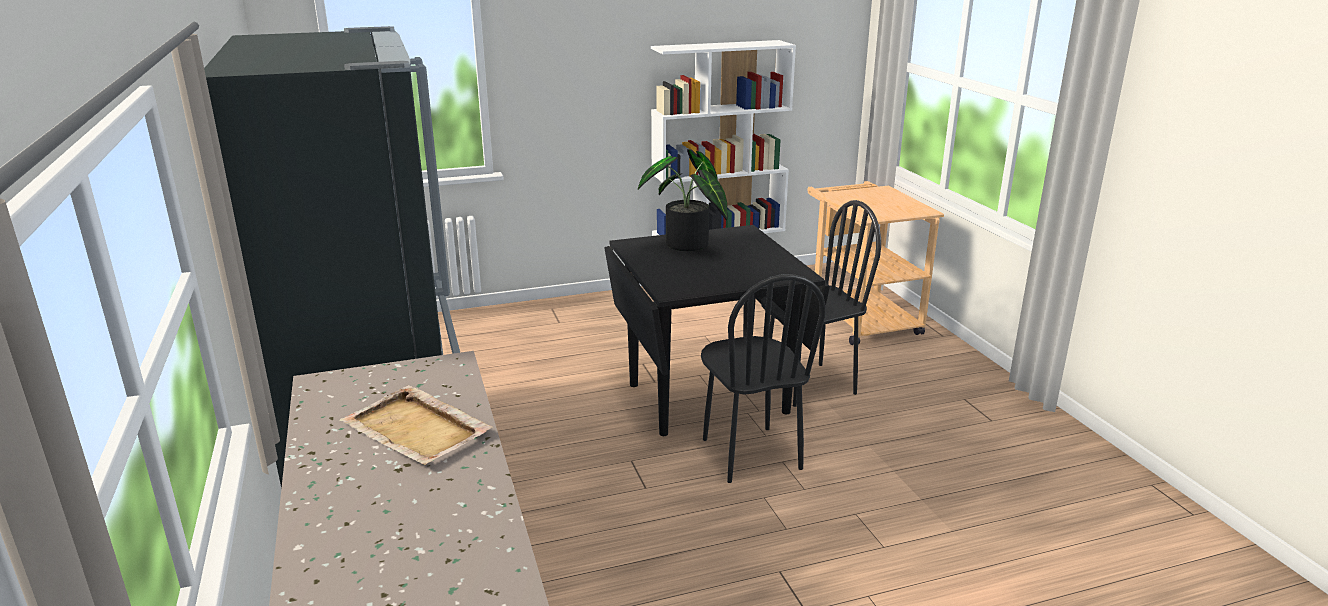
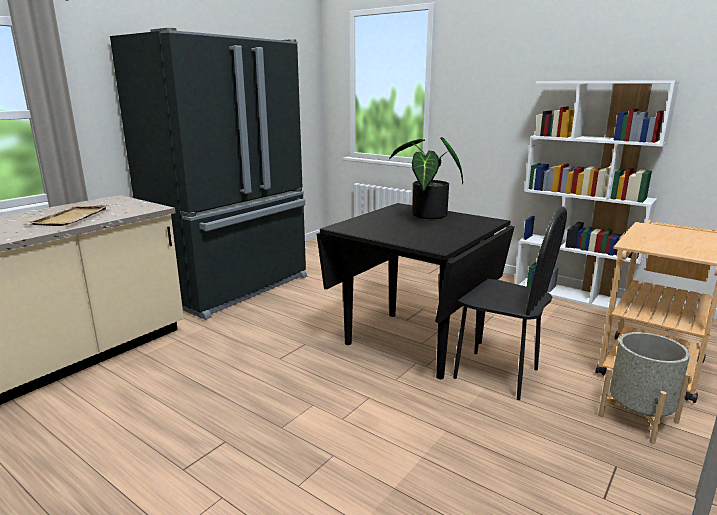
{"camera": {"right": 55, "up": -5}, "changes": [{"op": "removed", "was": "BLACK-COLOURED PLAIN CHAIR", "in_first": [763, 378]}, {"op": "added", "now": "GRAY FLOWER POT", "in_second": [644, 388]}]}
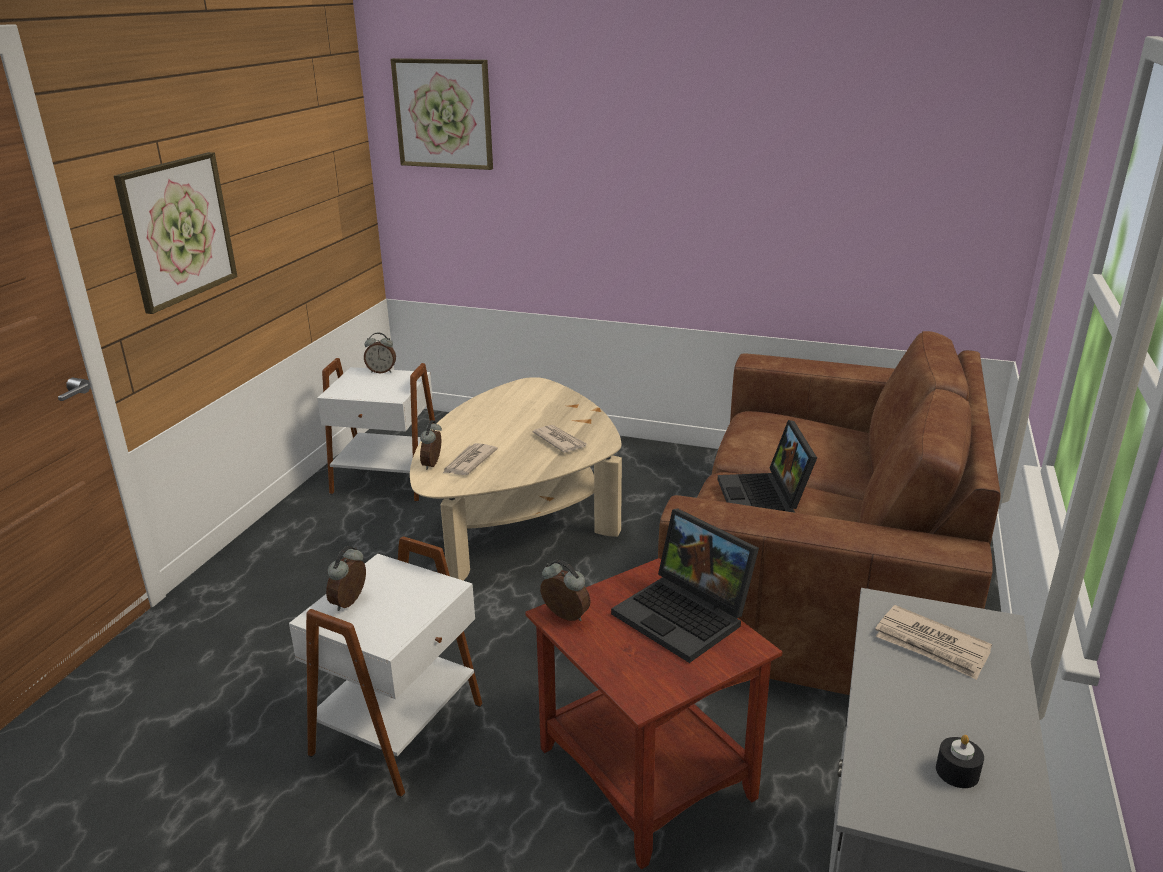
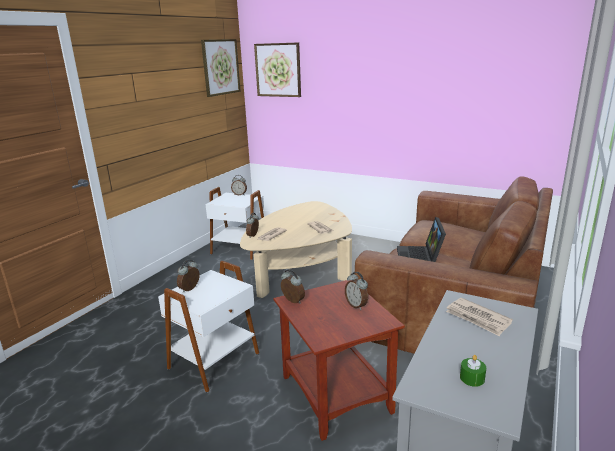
{"camera": {"right": 10, "up": -5}, "changes": [{"op": "moved", "was": "WALL PICTURE", "in_first": [175, 233], "in_second": [221, 68]}, {"op": "replaced", "was": "LAPTOP", "now": "TABLE CLOCK", "in_first": [685, 585], "in_second": [356, 291]}, {"op": "recoloured", "was": "BLACK-COLOURED WAX LIGHT", "now": "GREEN-COLOURED WAX LIGHT", "in_first": [960, 761], "in_second": [473, 371]}]}
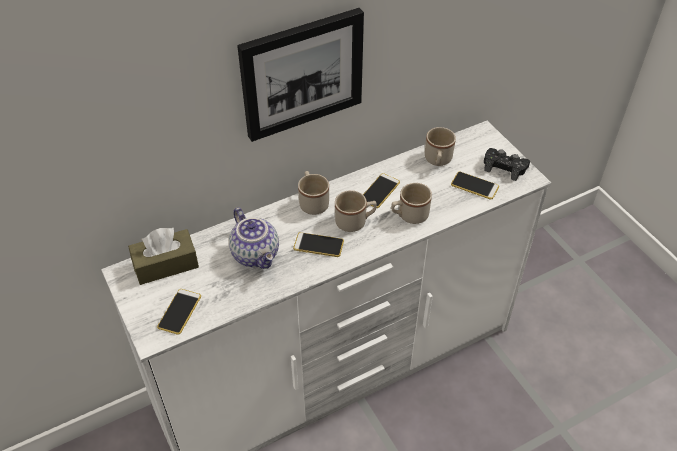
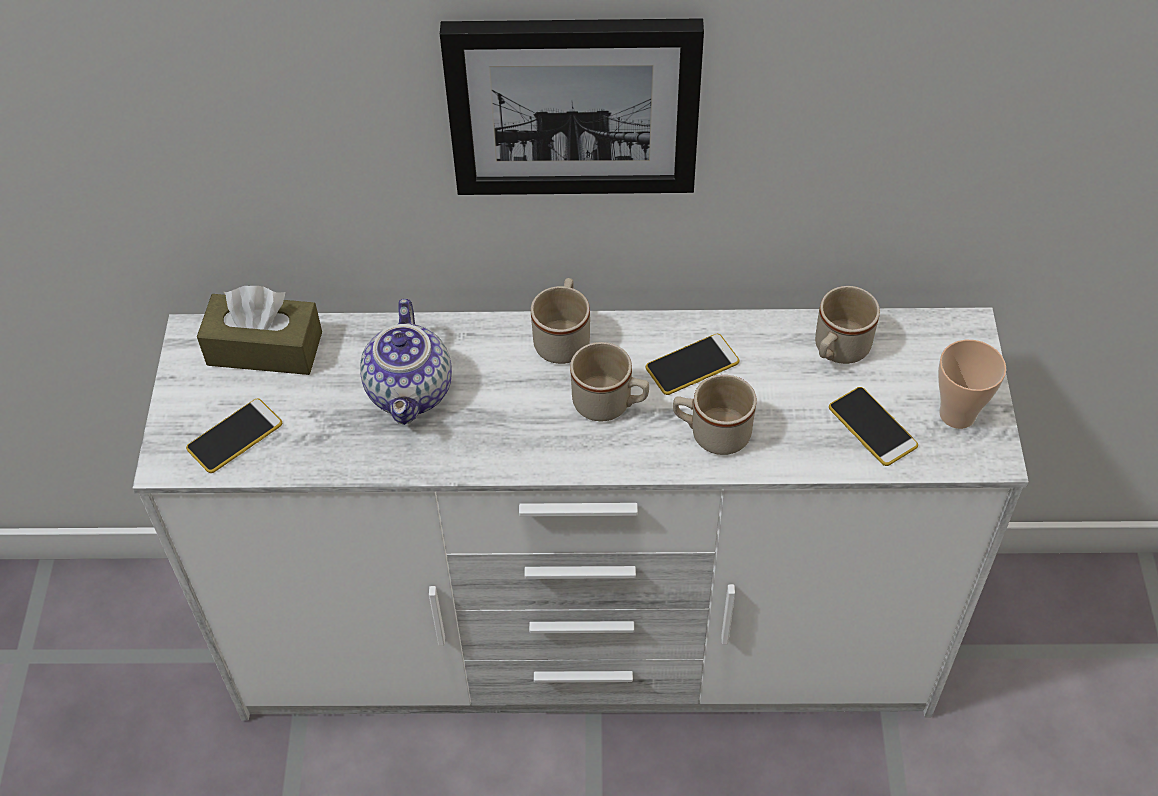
{"camera": {"right": 30, "up": 5}, "changes": [{"op": "replaced", "was": "BLACK-COLOURED JOYPAD", "now": "DRINKING CUP", "in_first": [507, 164], "in_second": [972, 384]}, {"op": "removed", "was": "PHONE", "in_first": [318, 244]}]}
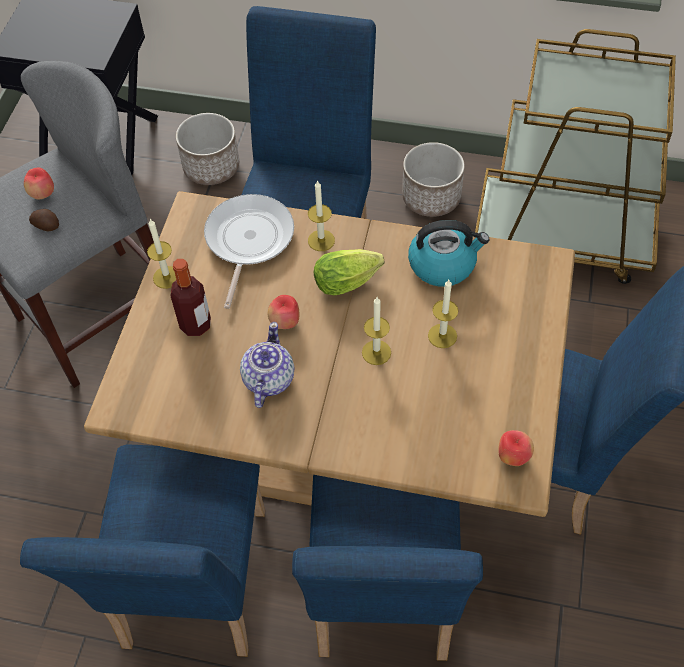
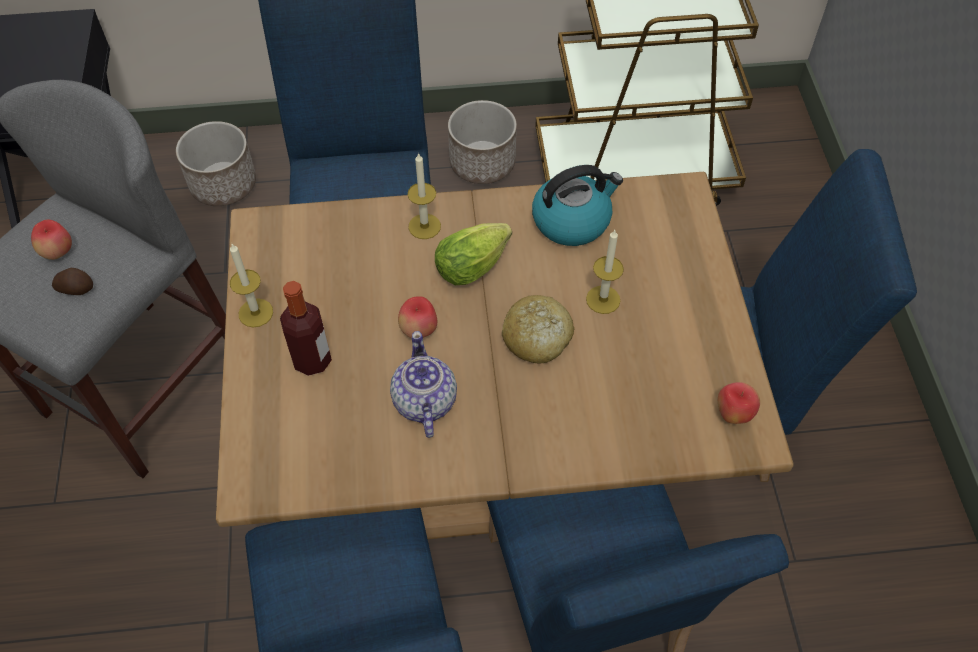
{"camera": {"right": -20, "up": 0}, "changes": [{"op": "removed", "was": "PAN", "in_first": [249, 251]}, {"op": "replaced", "was": "WAX LIGHT", "now": "BREAD", "in_first": [376, 331], "in_second": [538, 329]}]}
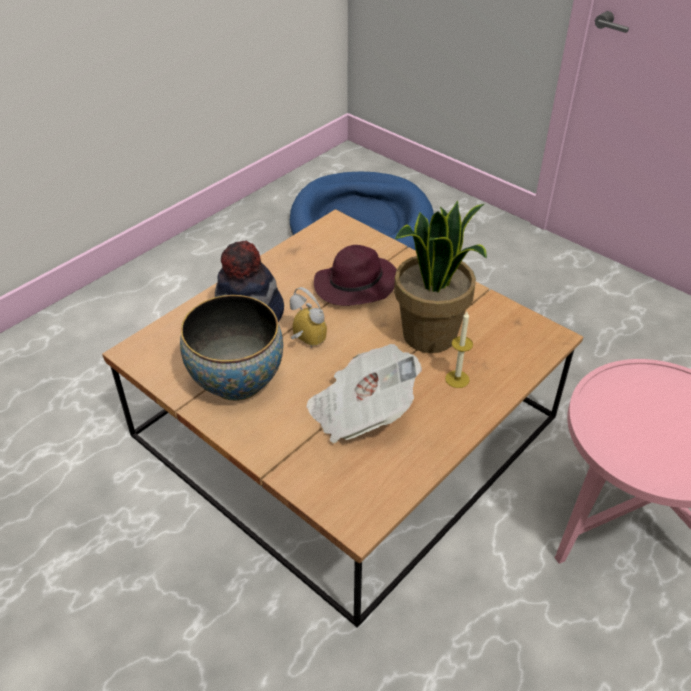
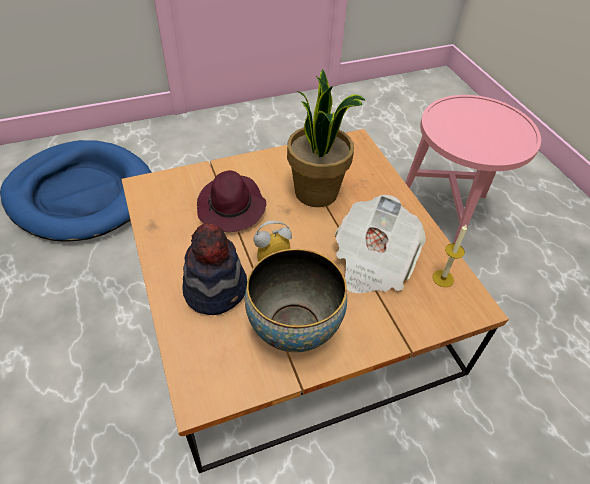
{"camera": {"right": -65, "up": 5}, "changes": [{"op": "moved", "was": "WAX LIGHT", "in_first": [459, 350], "in_second": [449, 256]}]}
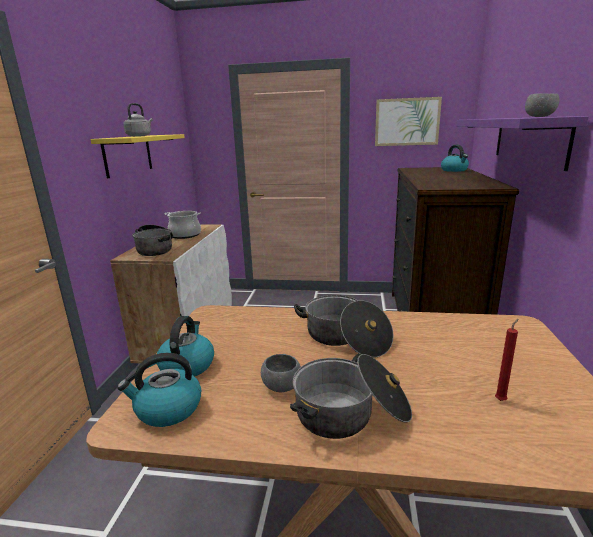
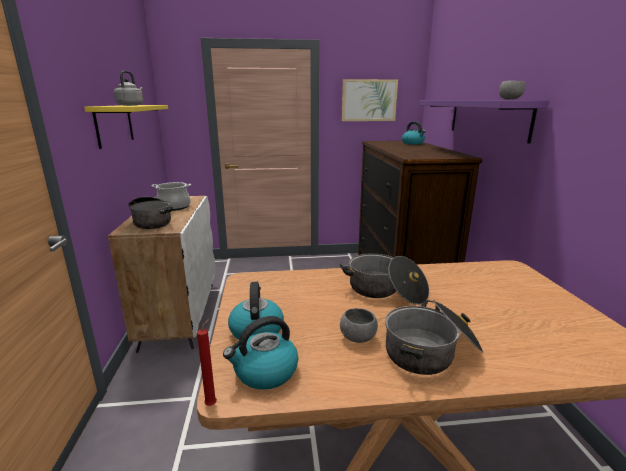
{"camera": {"right": -15, "up": 0}, "changes": [{"op": "moved", "was": "RED WAX LIGHT", "in_first": [506, 360], "in_second": [207, 362]}]}
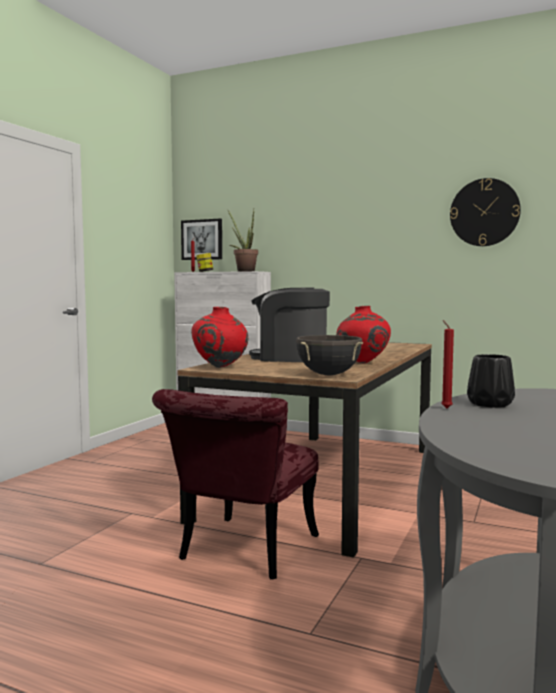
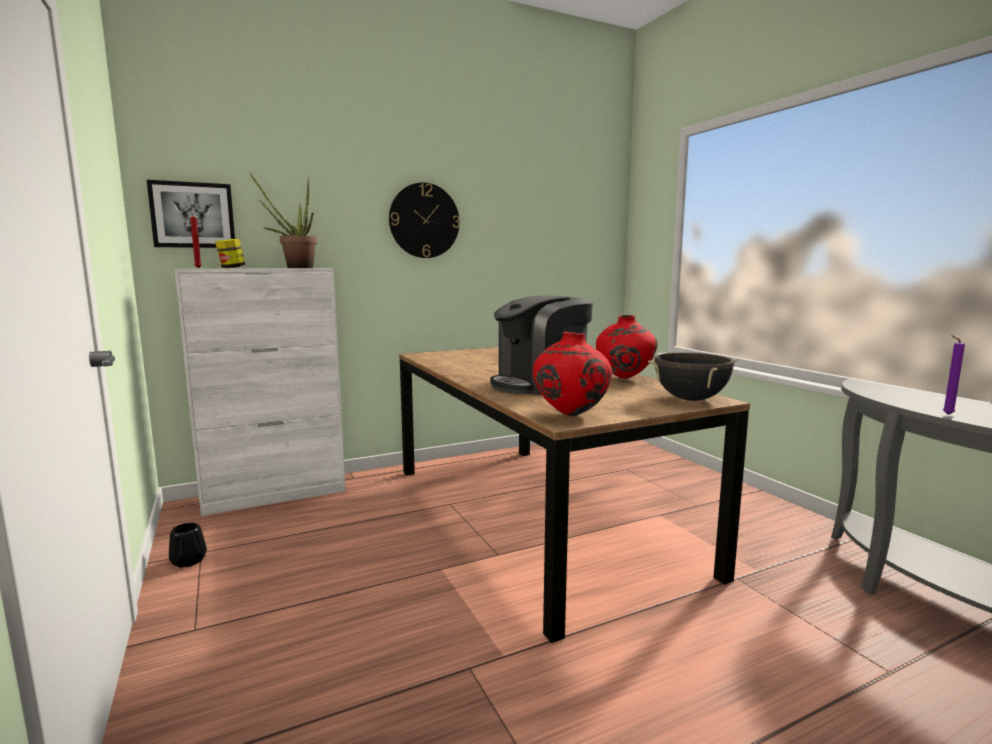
{"camera": {"right": -50, "up": 5}, "changes": [{"op": "moved", "was": "HANGING CLOCK", "in_first": [485, 212], "in_second": [424, 220]}, {"op": "recoloured", "was": "RED WAX LIGHT", "now": "PURPLE WAX LIGHT", "in_first": [447, 364], "in_second": [954, 375]}, {"op": "moved", "was": "BLACK-COLOURED FLOWER VASE", "in_first": [491, 381], "in_second": [188, 545]}, {"op": "removed", "was": "RED PLAIN CHAIR", "in_first": [235, 484]}]}
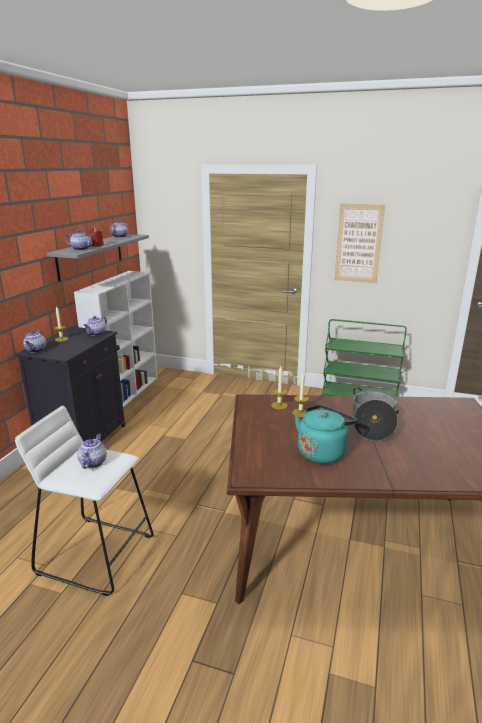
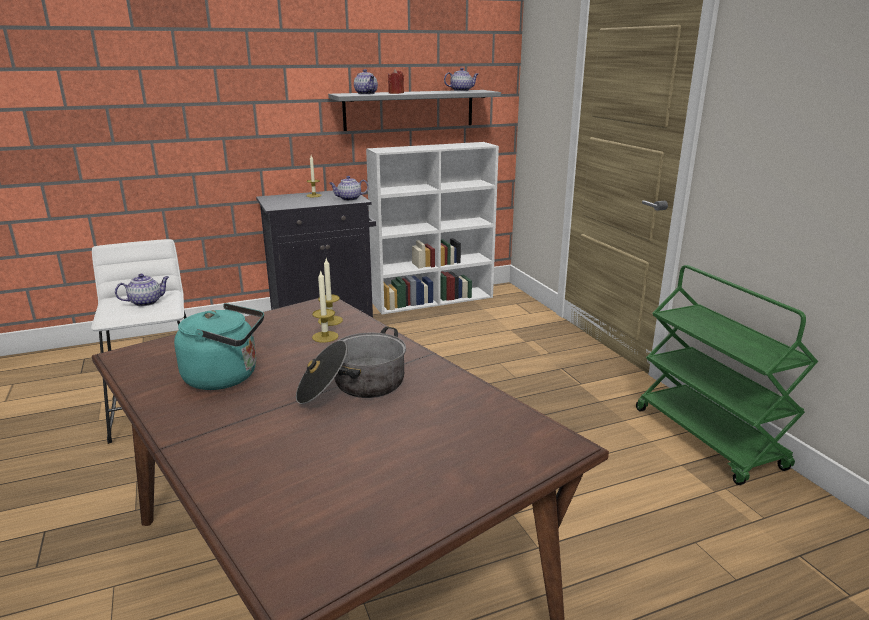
{"camera": {"right": 50, "up": 0}, "changes": [{"op": "removed", "was": "WALL PICTURE", "in_first": [359, 243]}, {"op": "removed", "was": "POT FOR TEA", "in_first": [34, 341]}]}
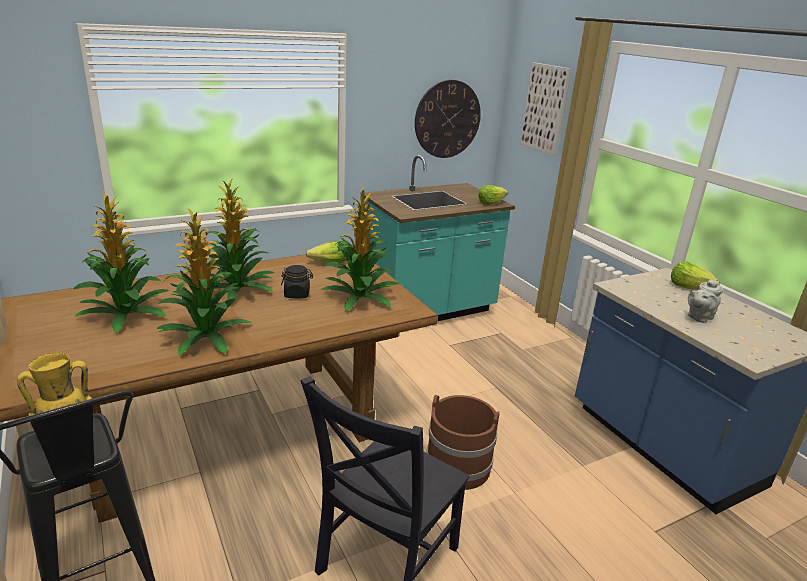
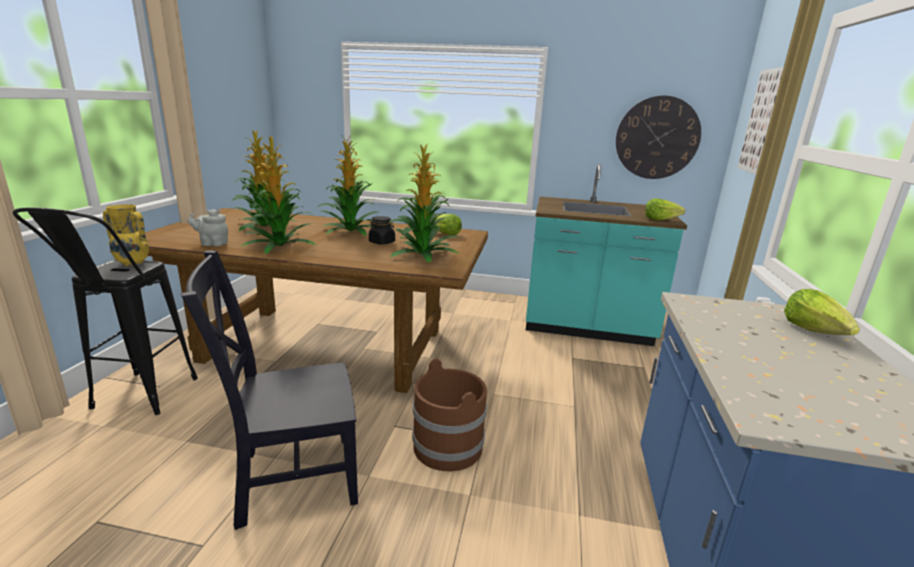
{"camera": {"right": 40, "up": -5}, "changes": [{"op": "moved", "was": "GRAY POT FOR TEA", "in_first": [705, 301], "in_second": [208, 227]}]}
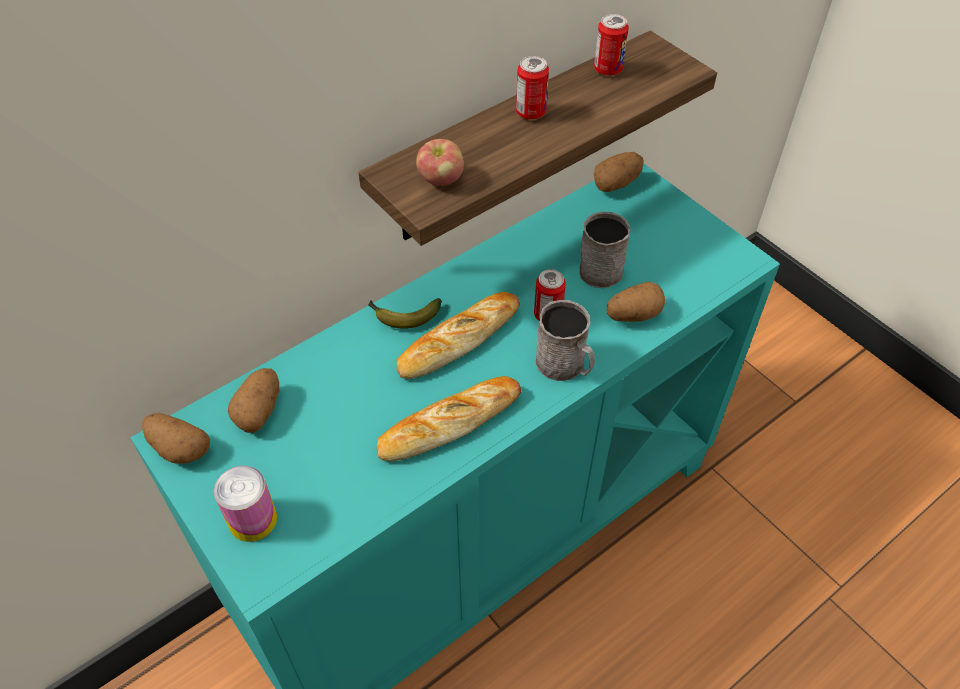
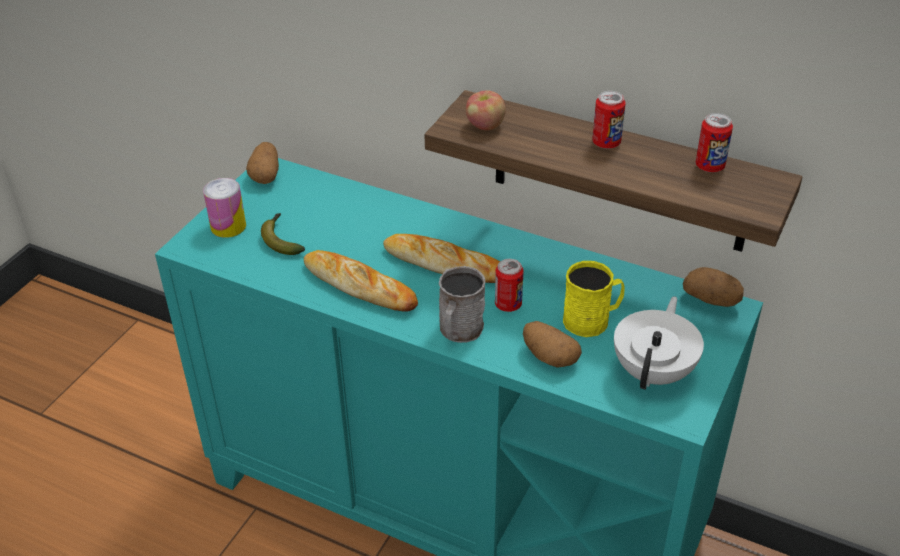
{"camera": {"right": 65, "up": -10}, "changes": [{"op": "recoloured", "was": "GRAY COFFEE MUG", "now": "YELLOW-COLOURED COFFEE MUG", "in_first": [604, 250], "in_second": [594, 299]}, {"op": "moved", "was": "WHOLE BANANA", "in_first": [405, 313], "in_second": [283, 234]}, {"op": "removed", "was": "SPUD", "in_first": [253, 400]}, {"op": "added", "now": "WHITE POT FOR TEA", "in_second": [659, 343]}]}
